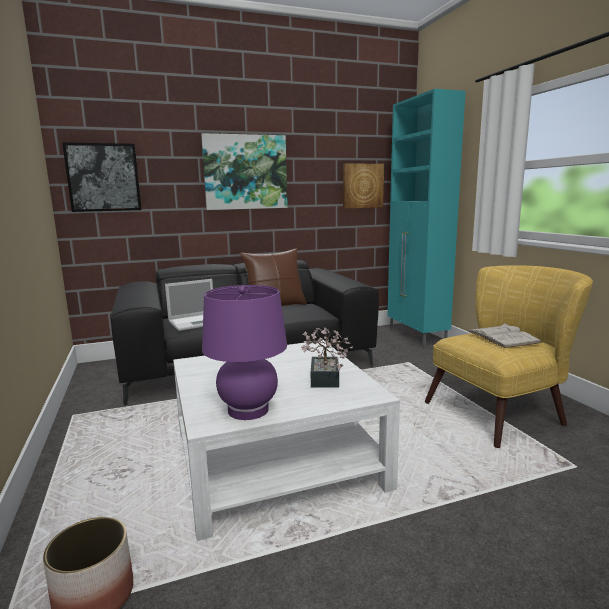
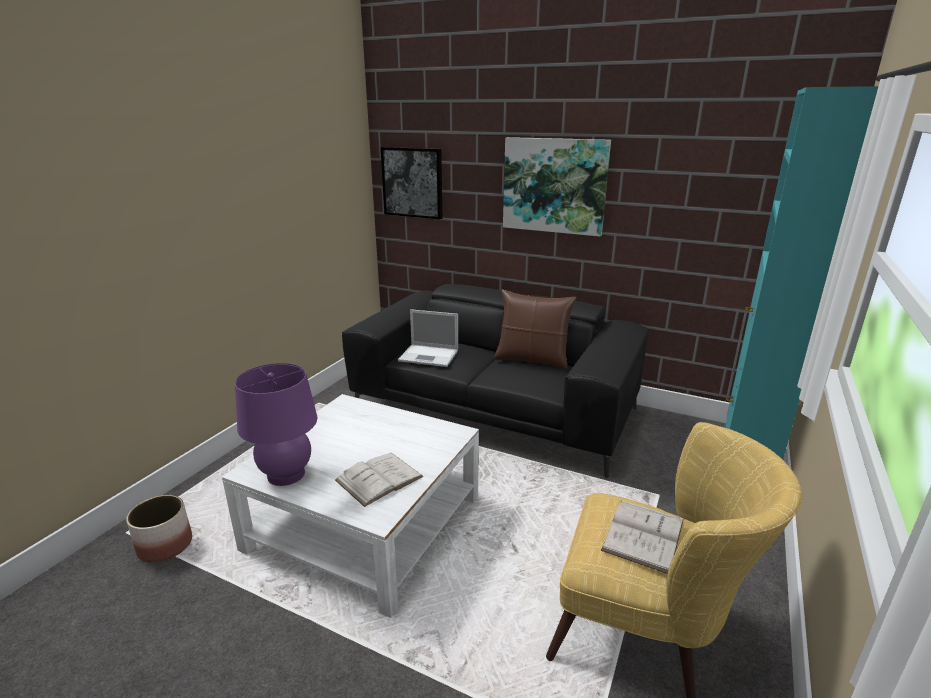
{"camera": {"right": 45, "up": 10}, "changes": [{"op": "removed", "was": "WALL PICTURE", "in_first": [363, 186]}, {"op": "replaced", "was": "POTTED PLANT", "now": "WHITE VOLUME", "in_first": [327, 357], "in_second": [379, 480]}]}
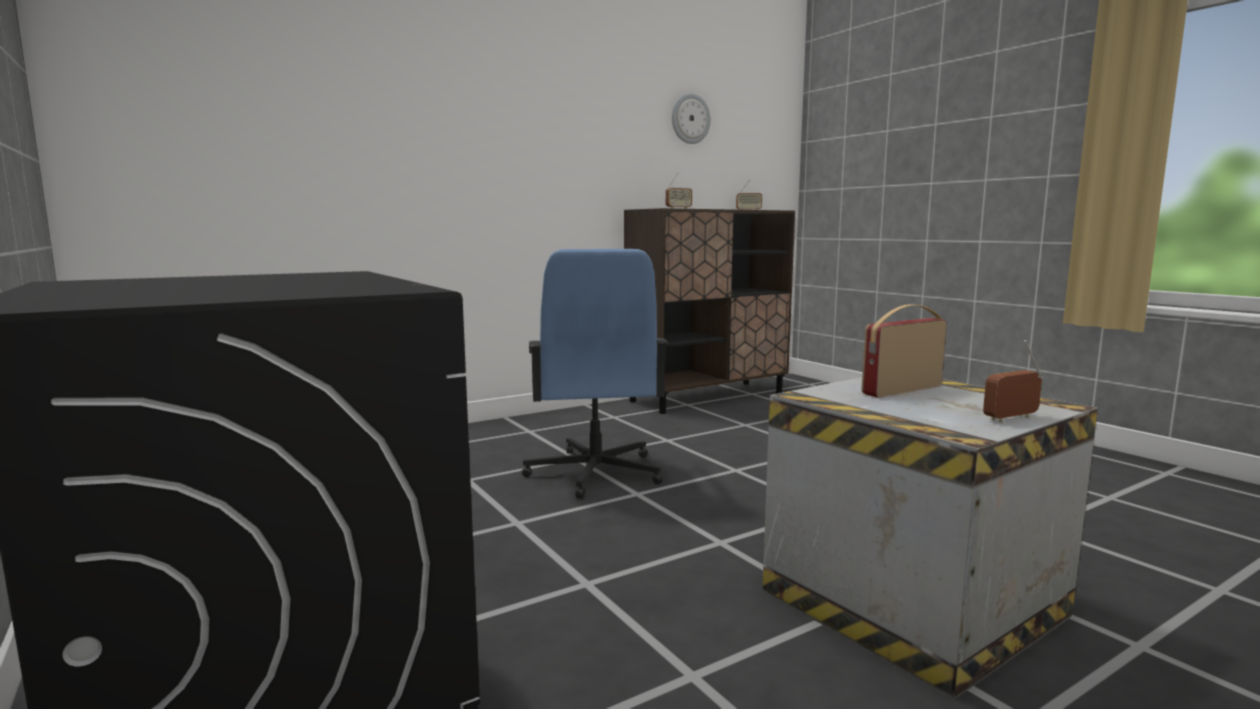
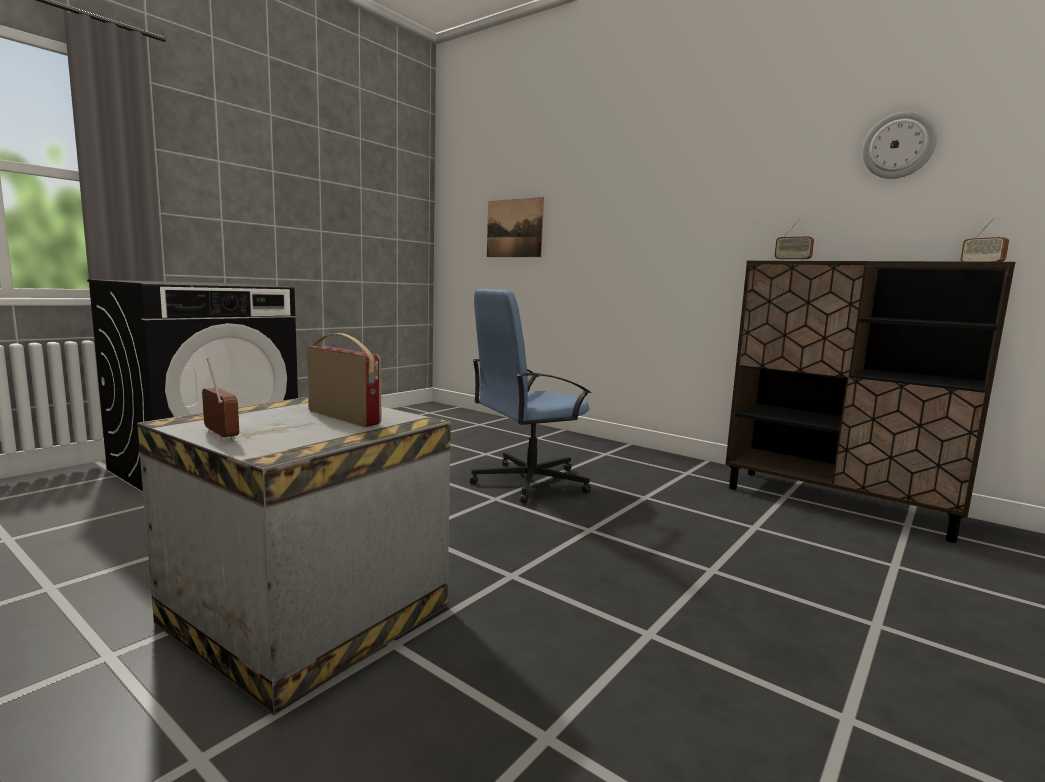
{"camera": {"right": 70, "up": 0}, "changes": [{"op": "added", "now": "WALL PICTURE", "in_second": [515, 227]}]}
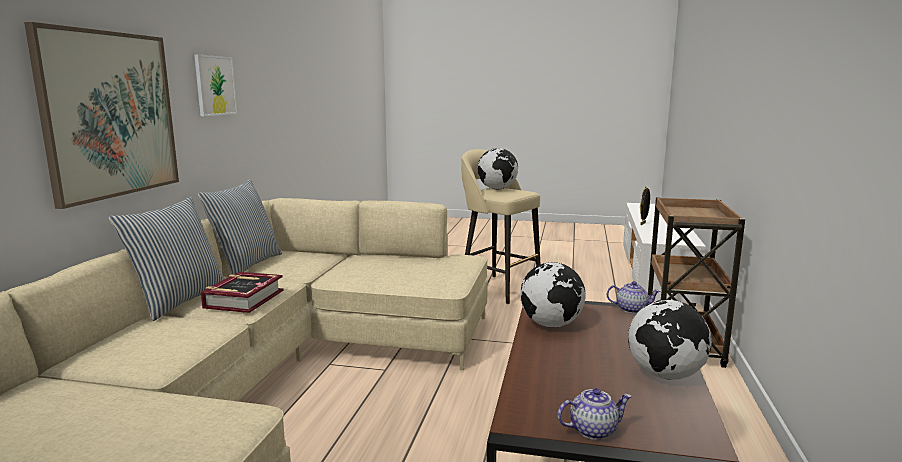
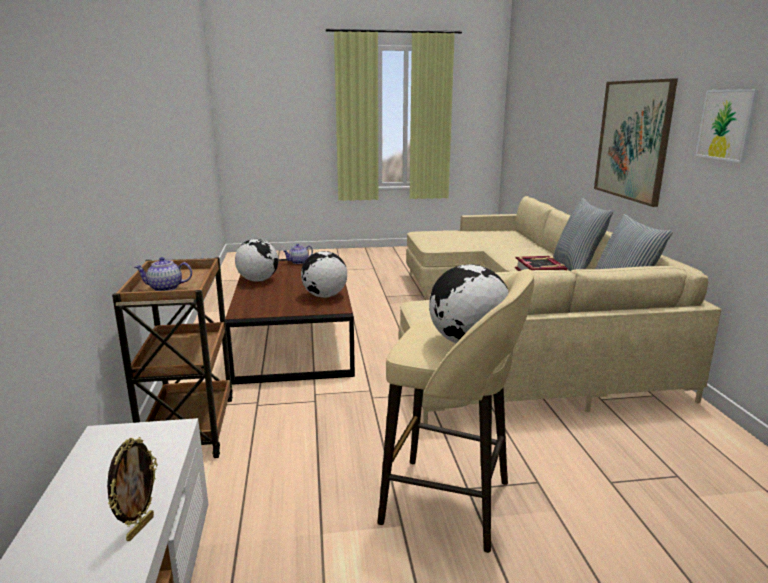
{"camera": {"right": 160, "up": 5}, "changes": [{"op": "moved", "was": "POT FOR TEA", "in_first": [633, 297], "in_second": [163, 274]}]}
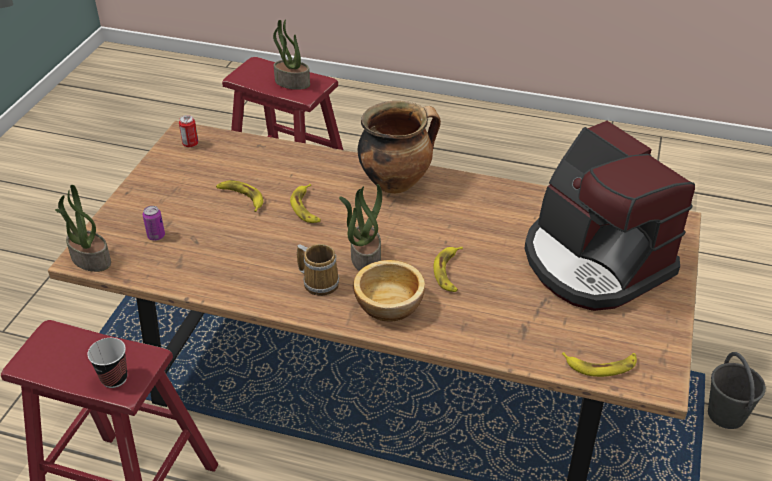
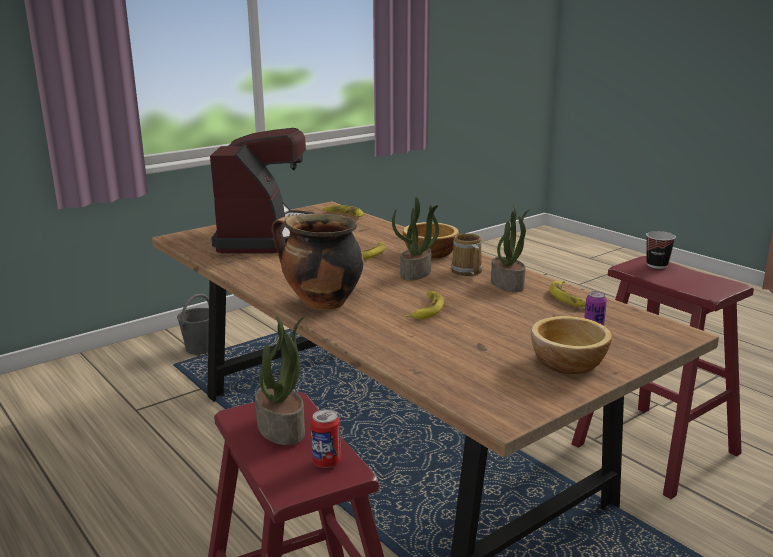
{"camera": {"right": -145, "up": -20}, "changes": [{"op": "moved", "was": "CAN", "in_first": [188, 131], "in_second": [326, 438]}, {"op": "moved", "was": "WHOLE BANANA", "in_first": [239, 196], "in_second": [567, 294]}, {"op": "moved", "was": "POTTED PLANT", "in_first": [83, 228], "in_second": [511, 248]}, {"op": "added", "now": "BOWL", "in_second": [571, 345]}]}
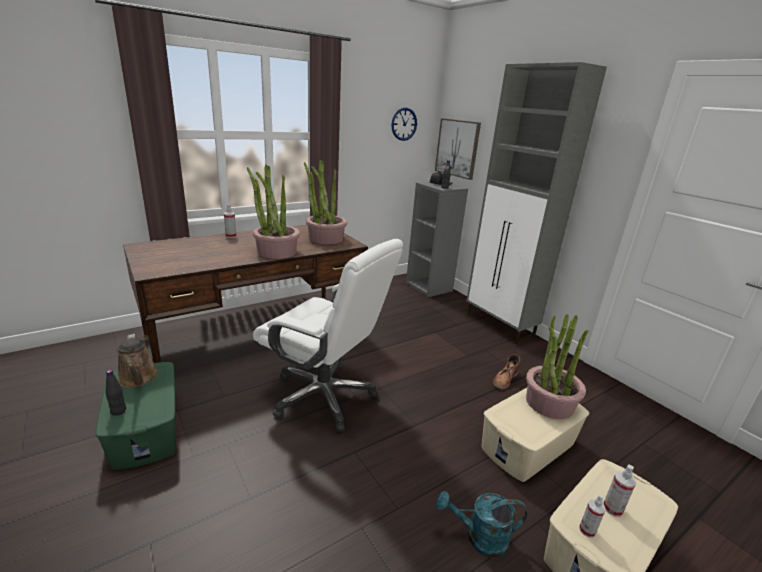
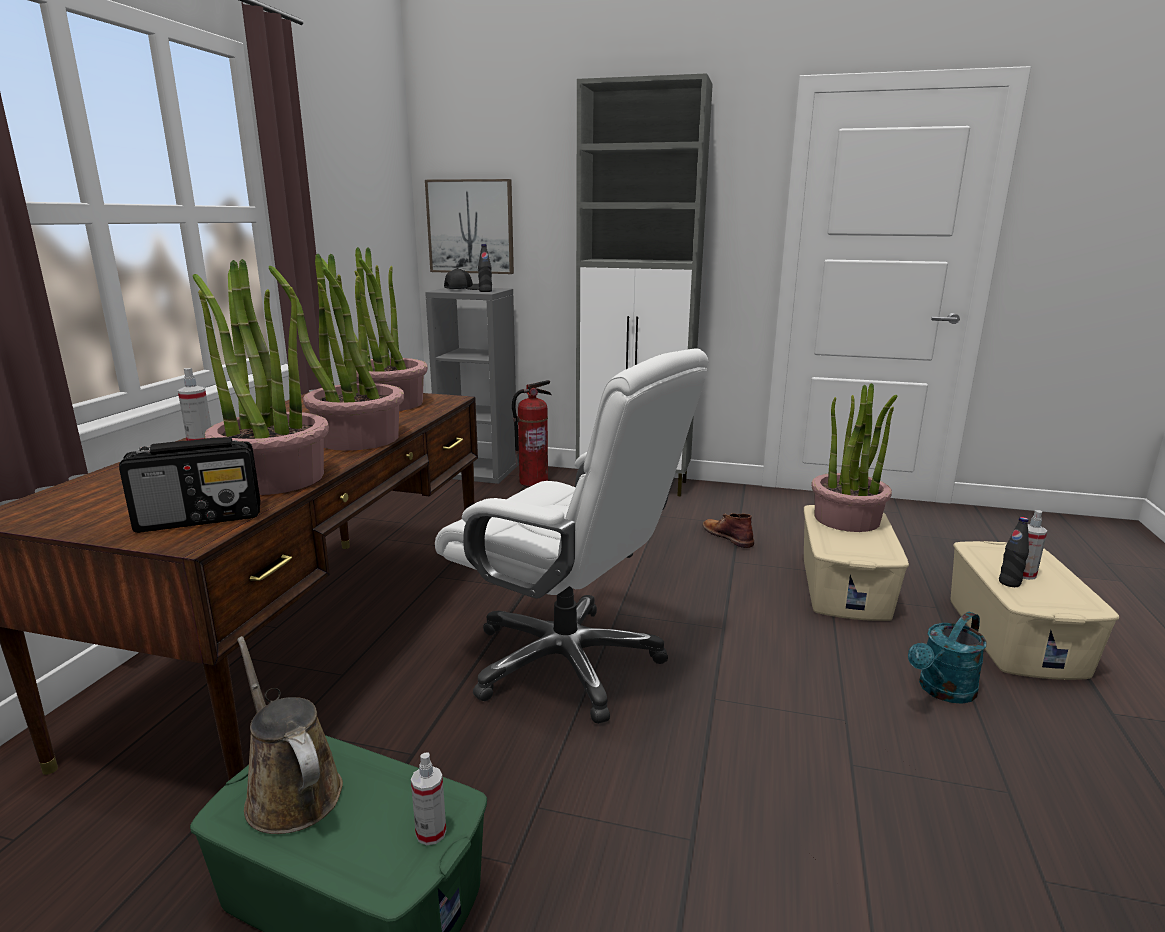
{"camera": {"right": -40, "up": -5}, "changes": [{"op": "removed", "was": "HANGING CLOCK", "in_first": [404, 124]}, {"op": "turned", "was": "WHITE OFFICE CHAIR", "in_first": [328, 335], "in_second": [572, 536], "clockwise": 45}, {"op": "turned", "was": "BROWNISH WATERING CAN", "in_first": [138, 361], "in_second": [290, 735], "clockwise": -150}, {"op": "turned", "was": "BROWNISH BOOT", "in_first": [506, 372], "in_second": [728, 530], "clockwise": 150}, {"op": "moved", "was": "BLACK-COLOURED BOTTLE", "in_first": [115, 393], "in_second": [1014, 552]}, {"op": "moved", "was": "SPRAYER", "in_first": [592, 516], "in_second": [428, 798]}, {"op": "added", "now": "POTTED PLANT", "in_second": [260, 377]}, {"op": "added", "now": "EXTINGUISHER", "in_second": [531, 433]}, {"op": "added", "now": "RADIO", "in_second": [189, 485]}]}
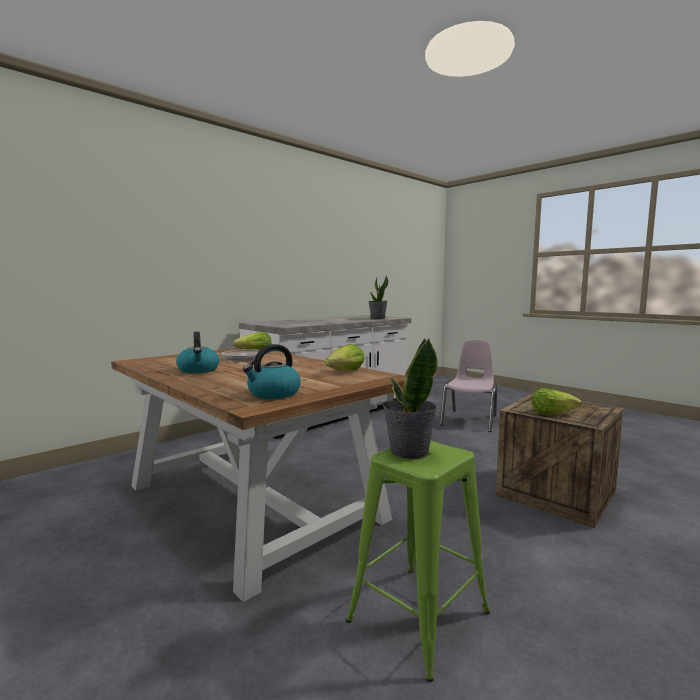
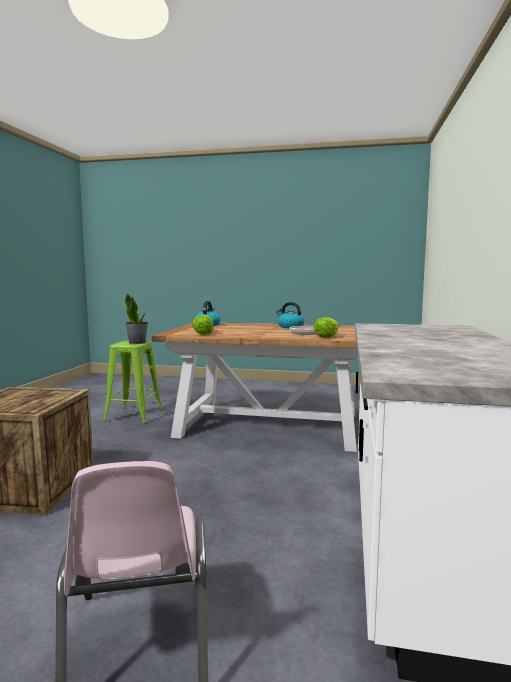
{"camera": {"right": 145, "up": 0}, "changes": [{"op": "removed", "was": "POTTED PLANT", "in_first": [378, 297]}, {"op": "removed", "was": "LETTUCE HEAD", "in_first": [556, 401]}]}
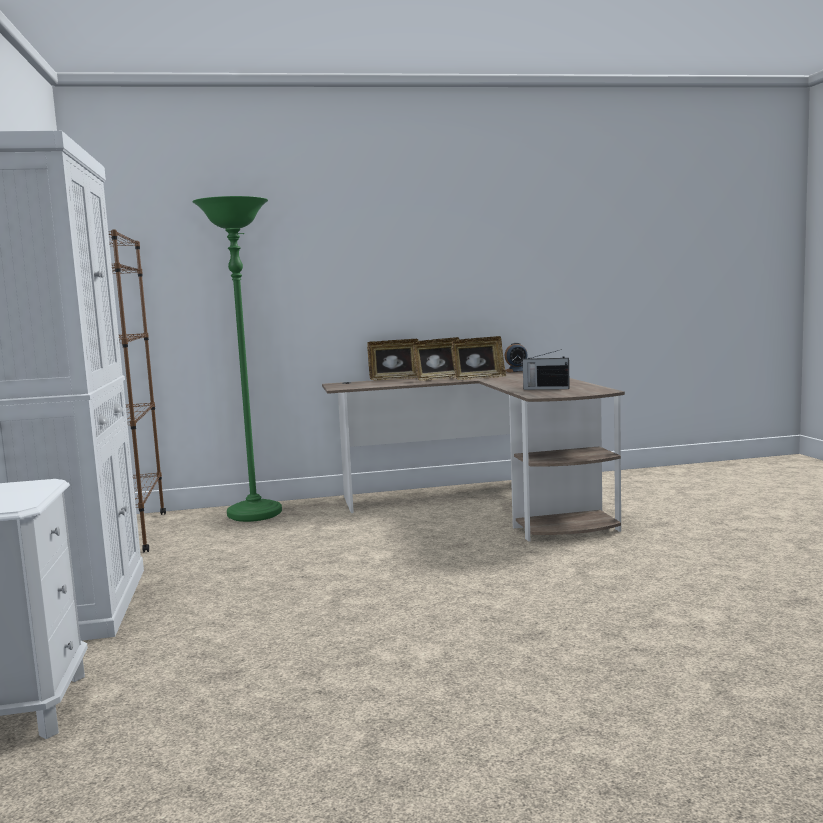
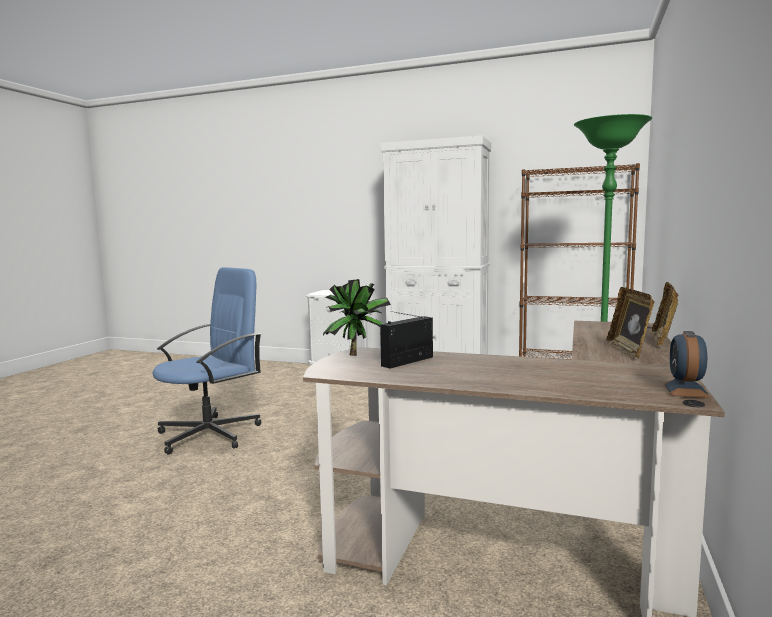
{"camera": {"right": 120, "up": 0}, "changes": [{"op": "removed", "was": "PHOTO FRAME", "in_first": [479, 358]}, {"op": "added", "now": "BLUISH OFFICE CHAIR", "in_second": [206, 360]}, {"op": "added", "now": "POTTED PLANT", "in_second": [357, 317]}]}
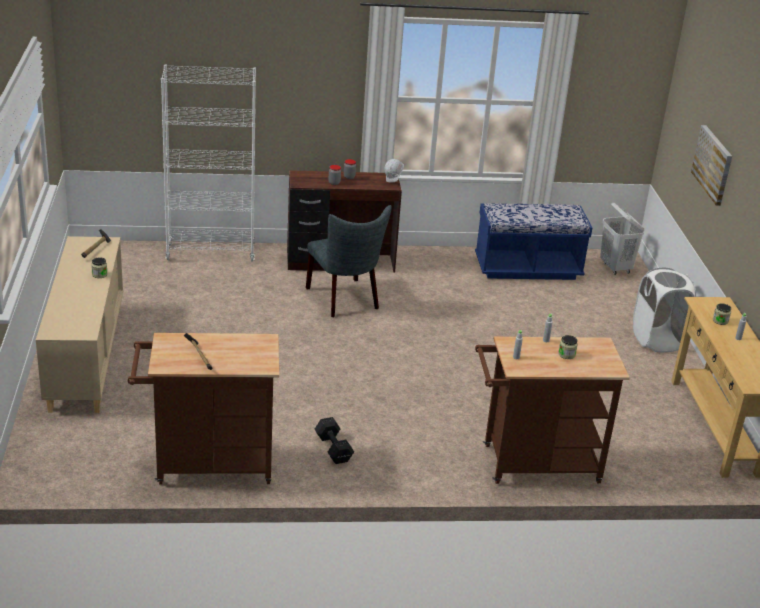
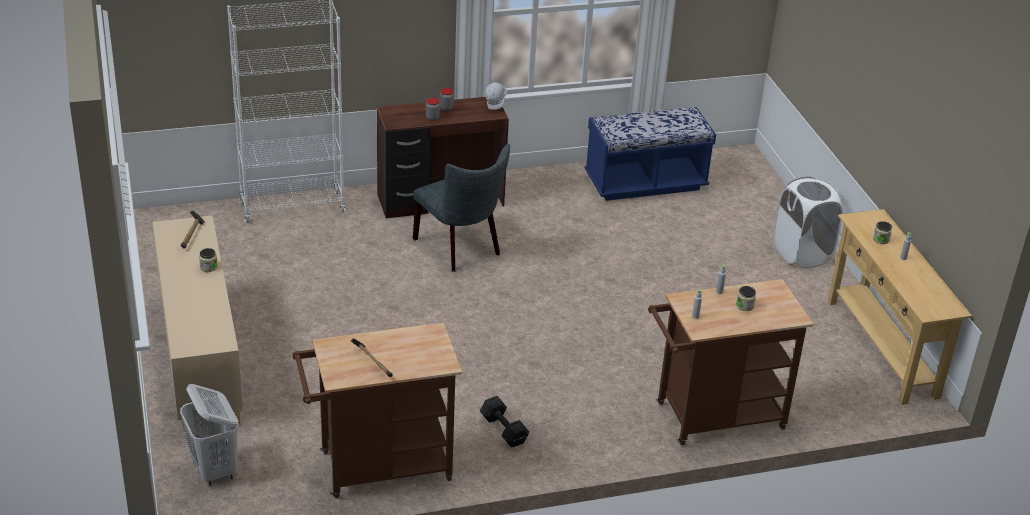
{"camera": {"right": -10, "up": 5}, "changes": [{"op": "removed", "was": "WALL PICTURE", "in_first": [711, 165]}, {"op": "moved", "was": "WHITE LAUNDRY BASKET", "in_first": [622, 238], "in_second": [209, 435]}]}
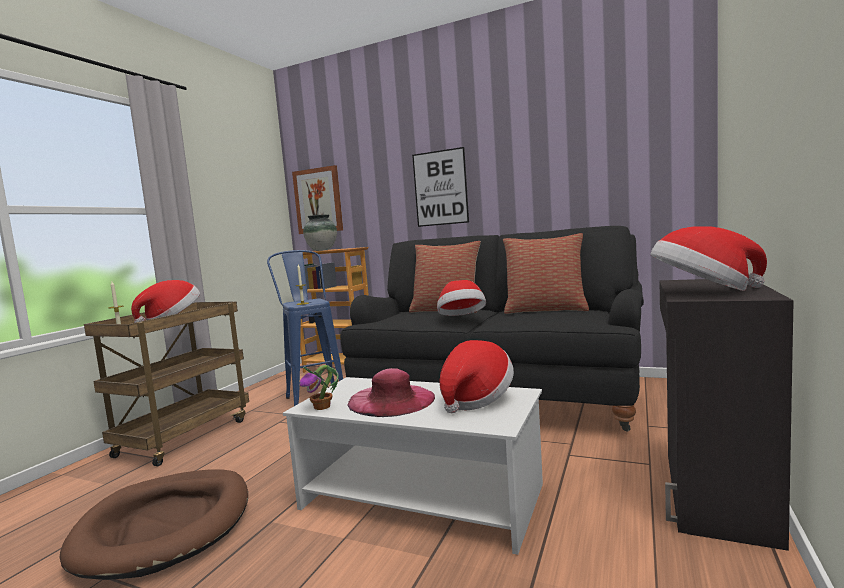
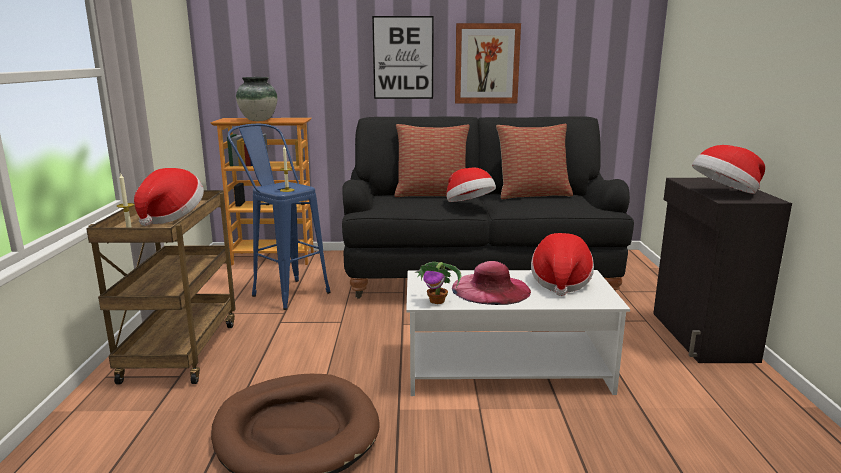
{"camera": {"right": -25, "up": 10}, "changes": [{"op": "moved", "was": "WALL PICTURE", "in_first": [317, 199], "in_second": [488, 63]}]}
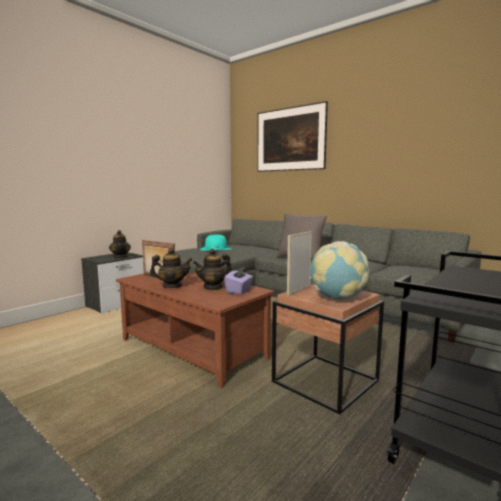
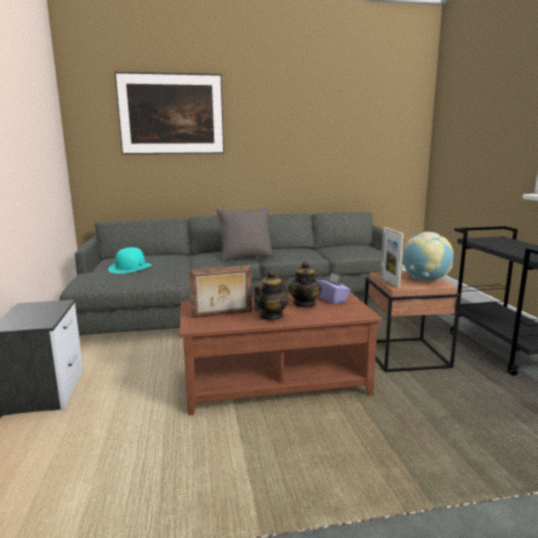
{"camera": {"right": -50, "up": 5}, "changes": [{"op": "removed", "was": "POT FOR TEA", "in_first": [120, 244]}]}
